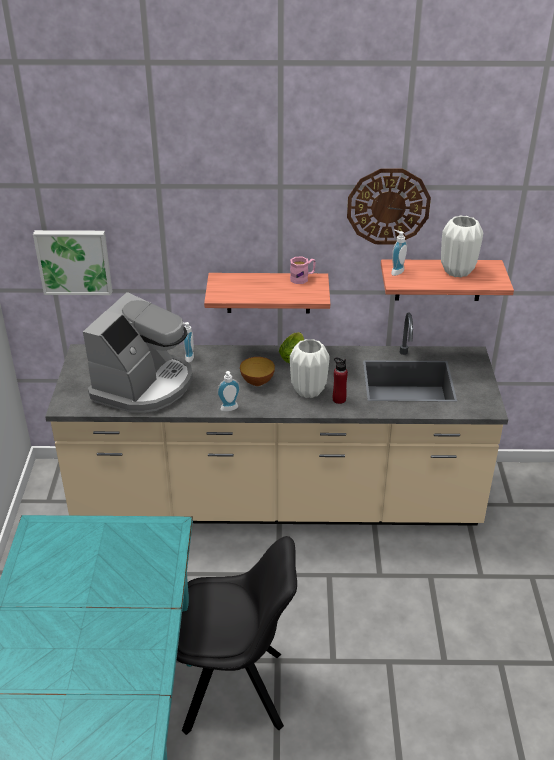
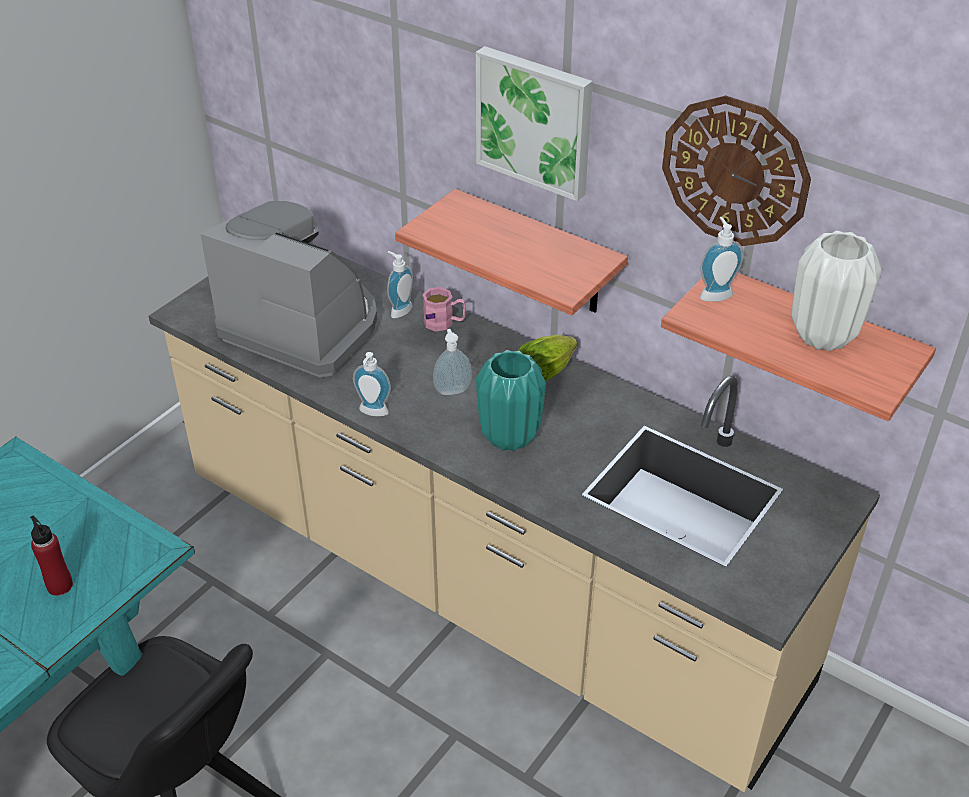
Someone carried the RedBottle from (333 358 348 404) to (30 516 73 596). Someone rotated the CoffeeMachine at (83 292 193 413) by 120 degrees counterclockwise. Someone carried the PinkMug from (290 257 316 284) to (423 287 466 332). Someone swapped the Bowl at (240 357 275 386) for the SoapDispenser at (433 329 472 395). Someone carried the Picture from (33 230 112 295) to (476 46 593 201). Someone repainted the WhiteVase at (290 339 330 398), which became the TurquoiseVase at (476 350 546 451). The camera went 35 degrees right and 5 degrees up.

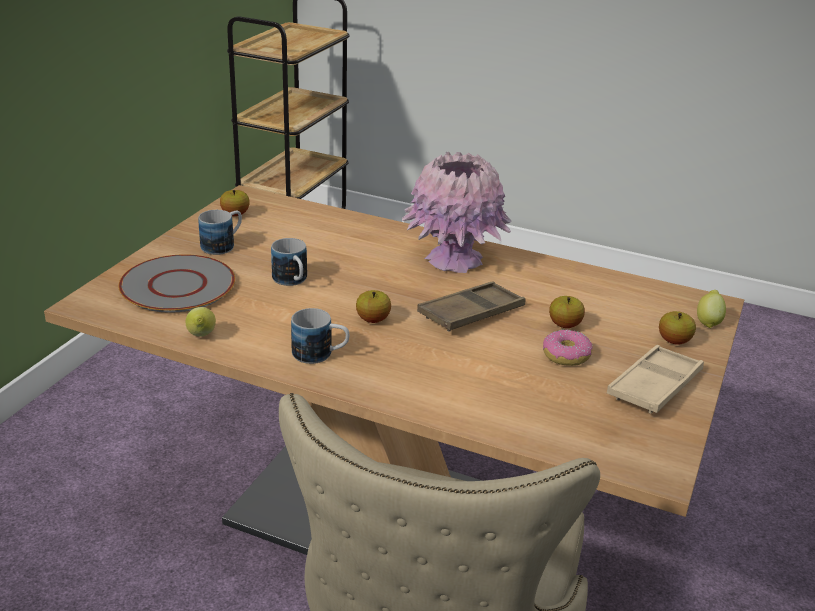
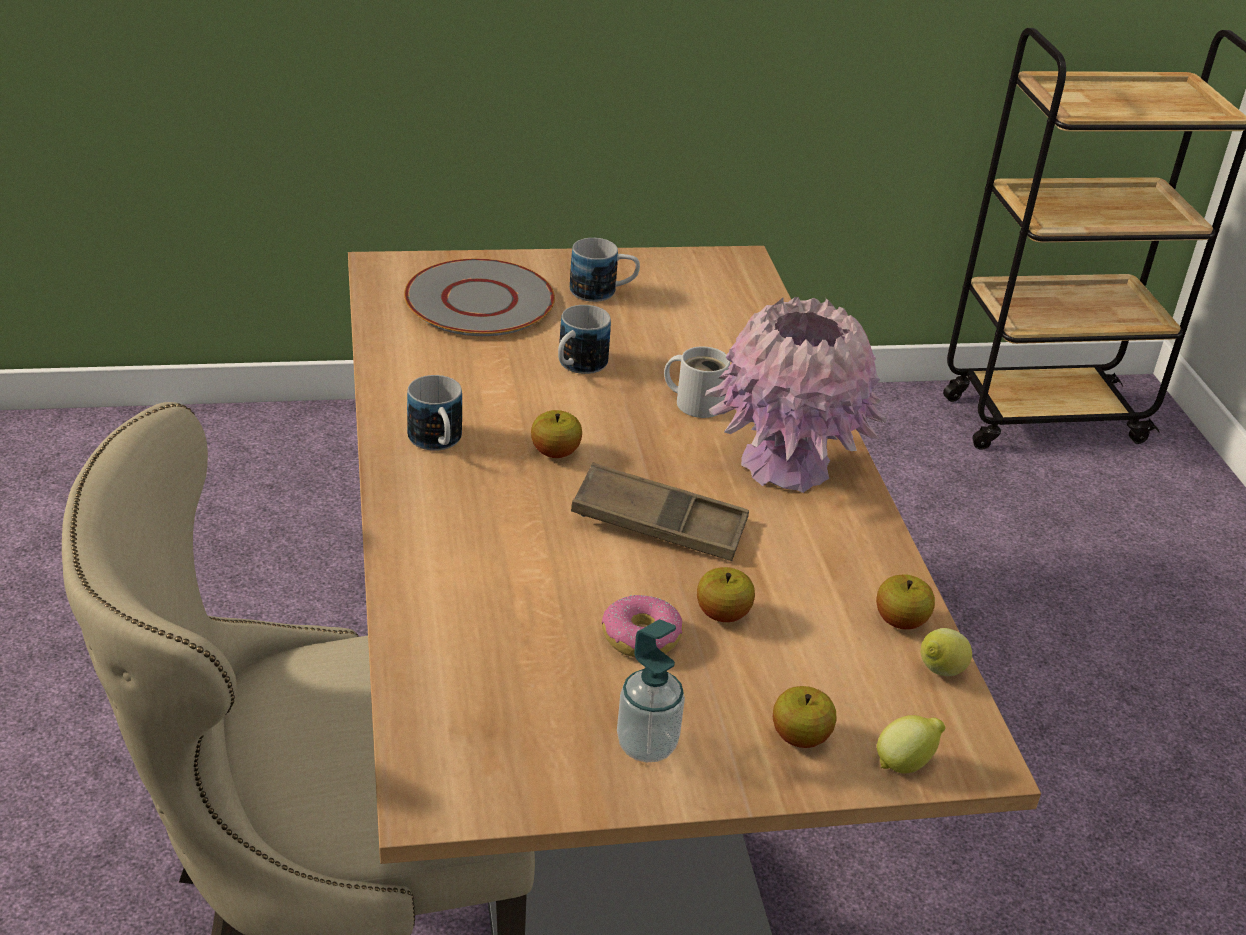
Someone swapped the BeigeTray at (607 345 704 414) for the SoapDispenser at (617 620 685 762). Someone put down the WhiteMug at (664 346 730 418). Someone carried the Apple from (220 190 249 216) to (876 575 935 629). Someone carried the Lemon from (186 307 216 337) to (920 628 972 676). The camera went 55 degrees right and 5 degrees up.

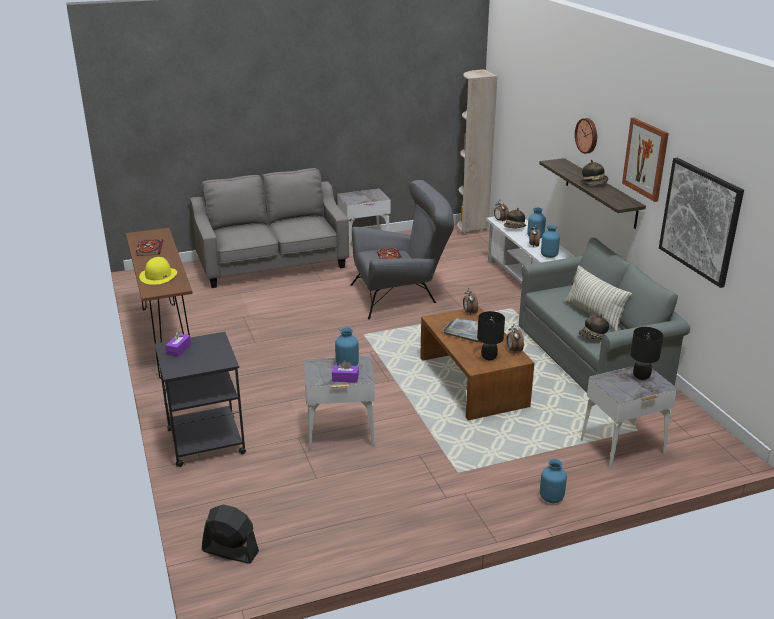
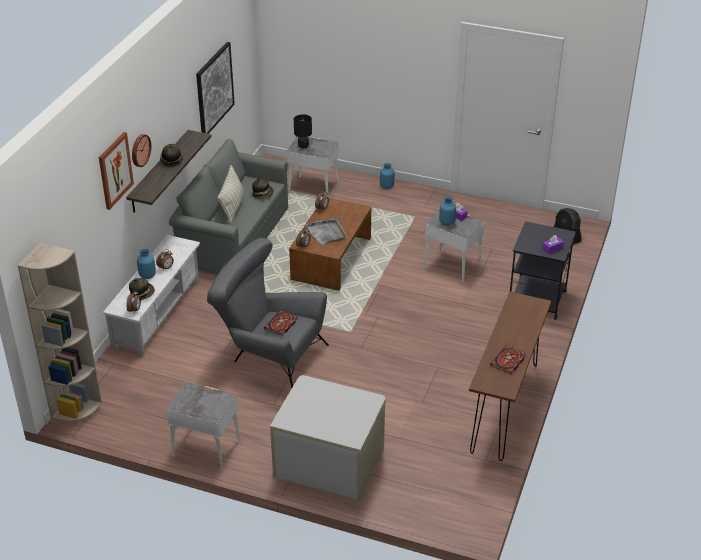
Someone carried the Picture from (622 118 669 202) to (99 132 134 210). Someone swapped the GreySofa at (190 168 349 288) for the BeigeNightstand at (270 375 386 501). Someone took away the YellowHat at (139 257 177 285). Someone took away the BlackTableLamp at (477 311 505 360). Someone took away the BlueVase at (541 225 560 258). The camera went 140 degrees left and 10 degrees up.

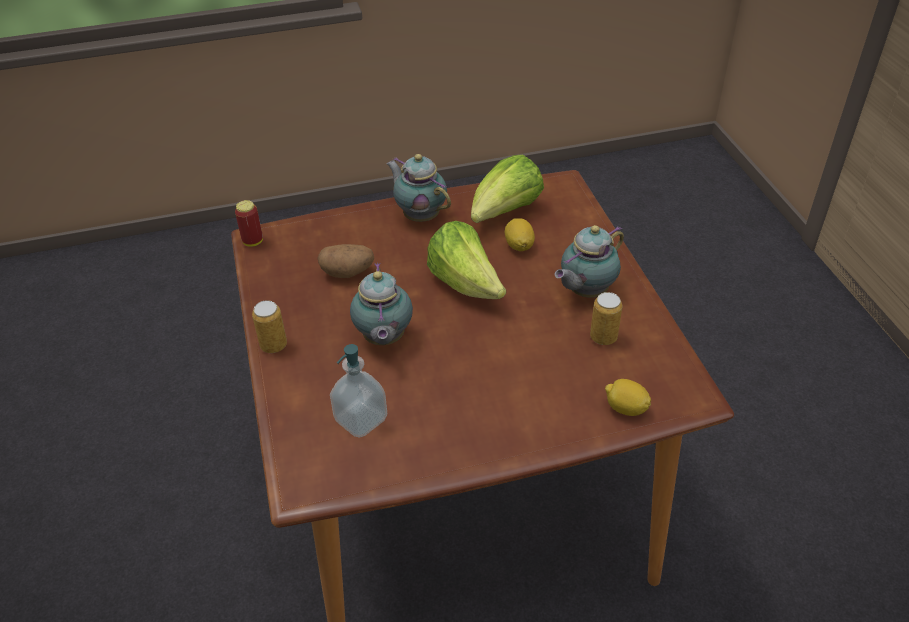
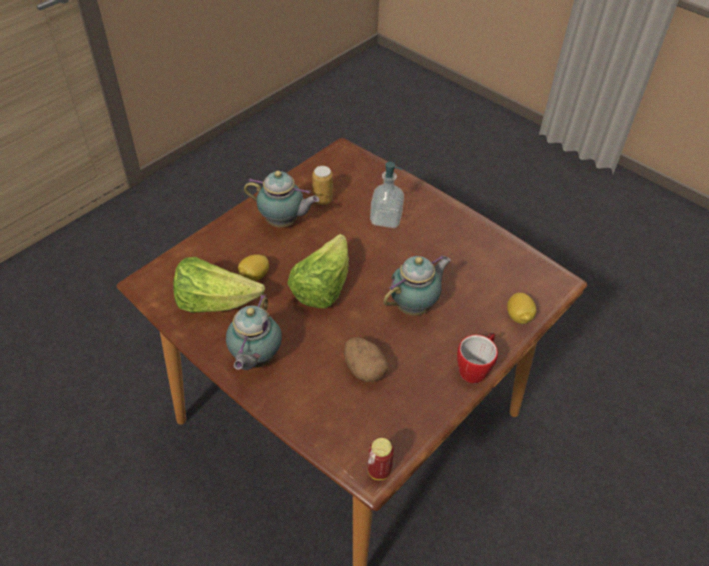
Someone carried the SoapDispenser from (330 344 387 438) to (370 162 404 228). Someone swapped the Can at (252 300 287 353) for the Mug at (457 333 498 383). Someone carried the Lemon from (605 379 651 416) to (507 293 536 324). The camera went 125 degrees left and 5 degrees up.

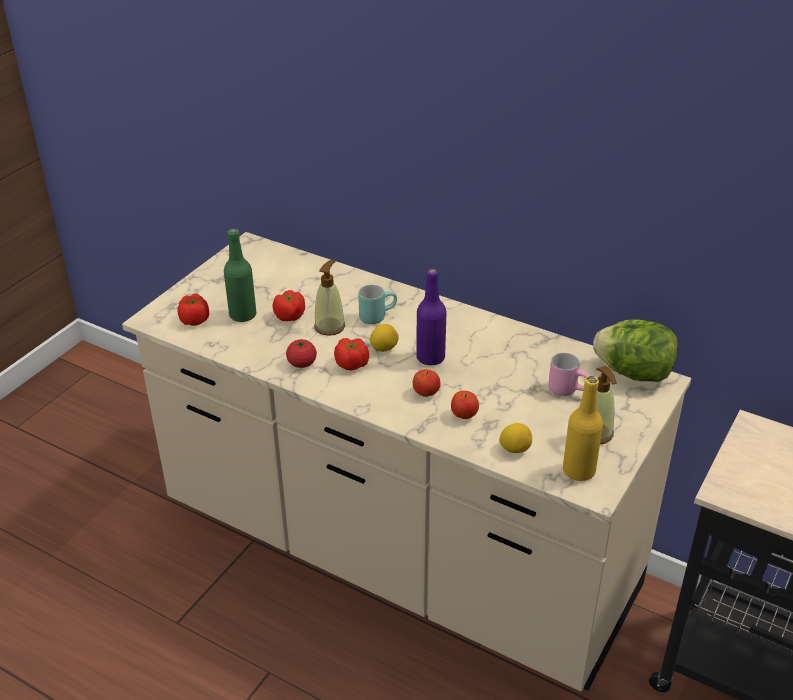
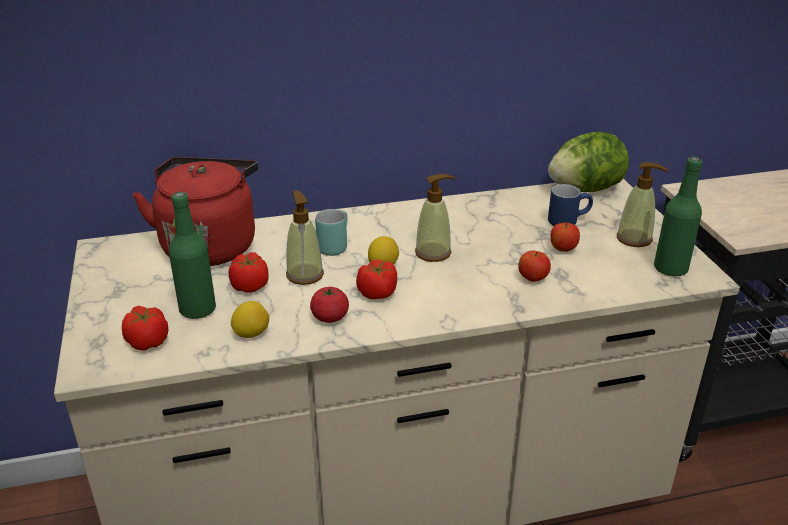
Someone put down the RedKettle at (132 157 258 266). Someone carried the Lemon from (499 423 532 453) to (231 301 269 338). Someone swapped the PurpleBottle at (416 268 447 366) for the SoapDispenser at (415 174 455 262). Someone repainted the PinkMug at (548 353 591 396), which became the BlueMug at (548 184 593 226). Someone carried the Apple from (413 369 441 397) to (550 223 580 252). Someone repainted the YellowBottle at (563 376 603 481), which became the GreenBottle at (654 157 702 277). The camera went 45 degrees left and 5 degrees down.

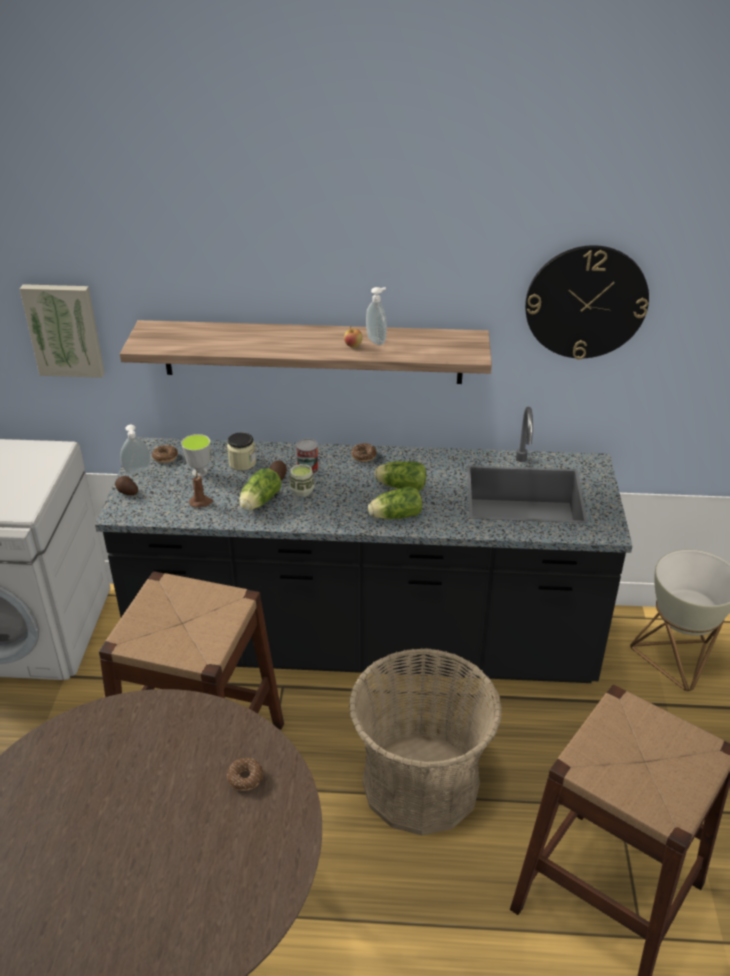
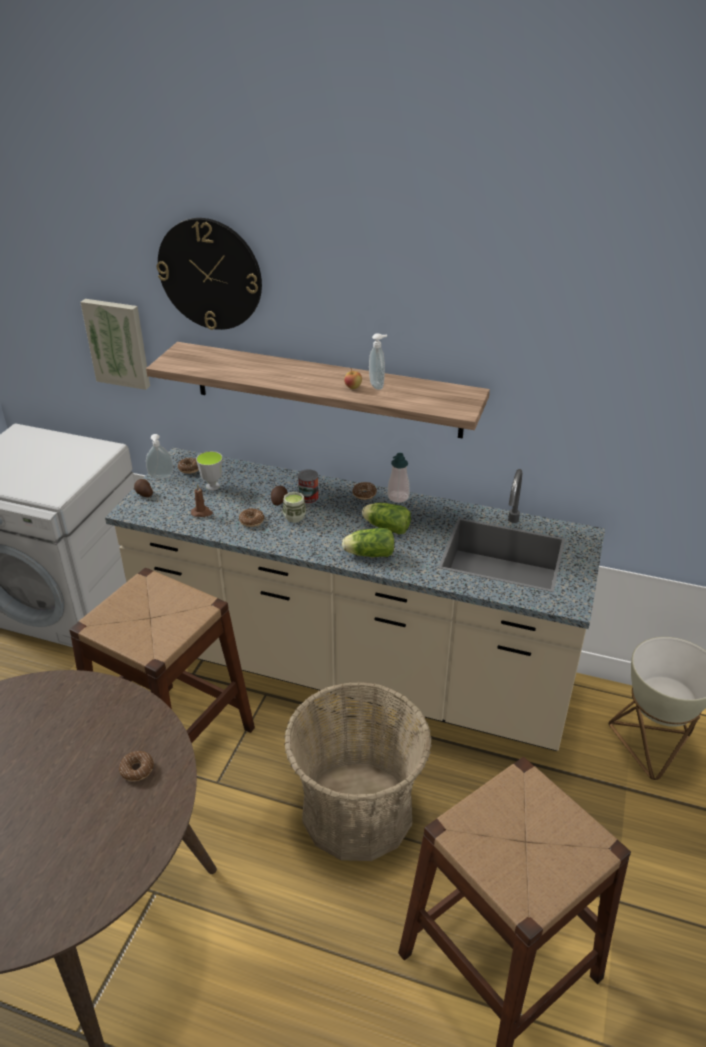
Someone repainted the BlackCounter at (95 407 632 683), which became the BeigeCounter at (105 447 605 751). Someone carried the WallClock from (525 245 649 360) to (157 218 262 330). Someone swapped the Lettuce at (239 469 281 511) for the Donut at (239 508 264 527). Someone put down the SoapDispenser at (387 453 410 503). Someone took away the Jar at (227 433 256 471). The camera went 15 degrees right and 0 degrees up.

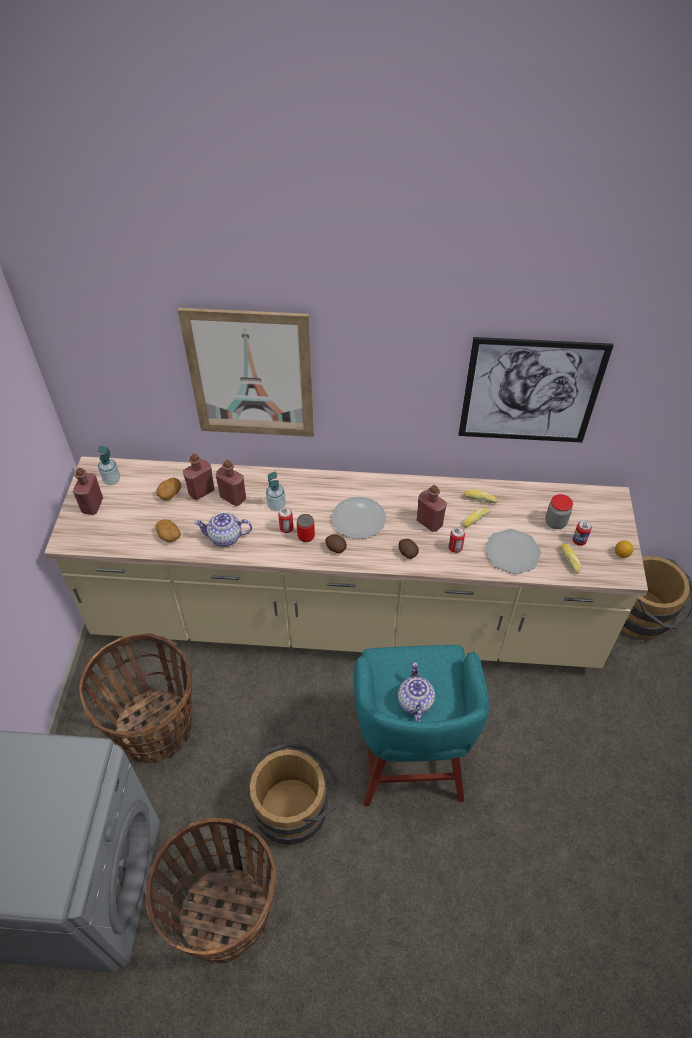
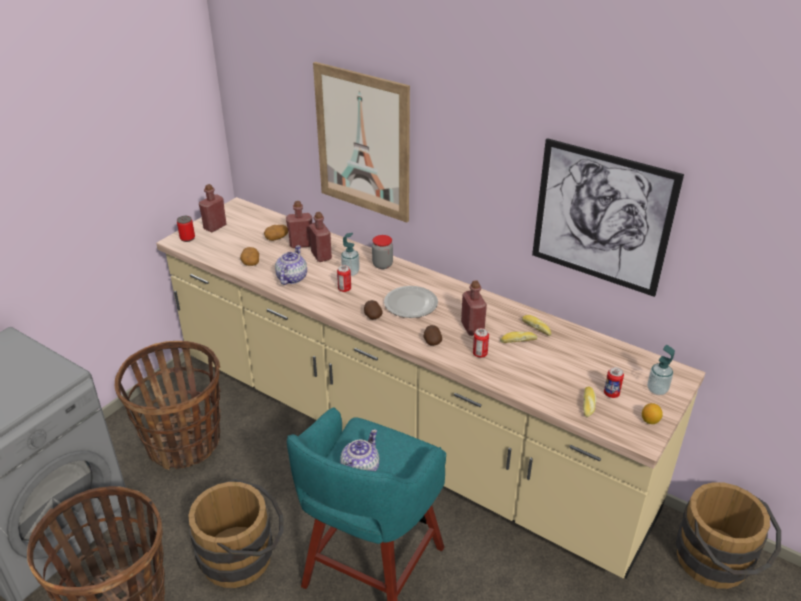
Someone carried the Can from (297 514 315 542) to (177 216 195 242). Someone rotated the Teapot at (194 512 252 547) by 75 degrees clockwise. Someone carried the Jar from (545 494 573 529) to (372 235 393 269). Someone carried the SoapDispenser from (98 446 120 485) to (647 345 675 395). Someone took away the Plate at (485 529 542 574). The camera went 30 degrees right and 15 degrees down.

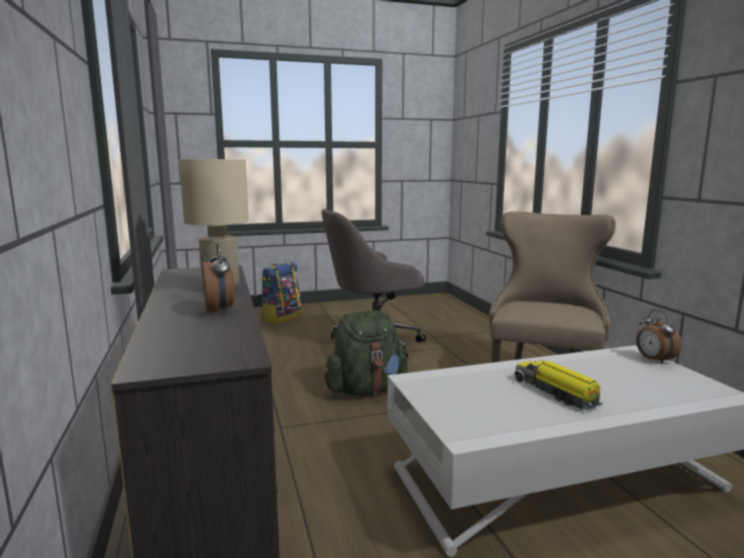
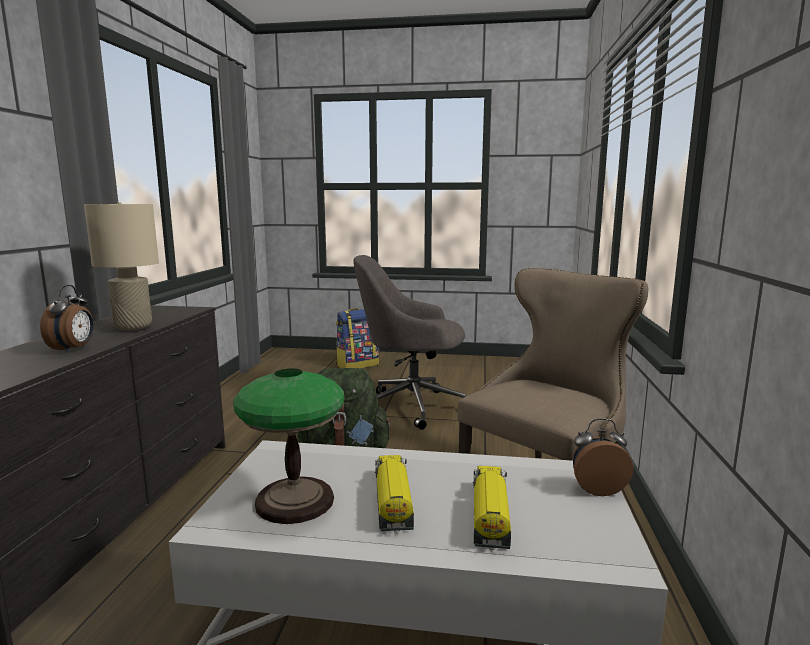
Someone put down the TableLamp at (233 369 345 524). Someone put down the ToyTruck at (473 466 511 550). Someone rotated the AlarmClock at (636 309 682 364) by 90 degrees clockwise. The camera went 25 degrees right and 0 degrees up.

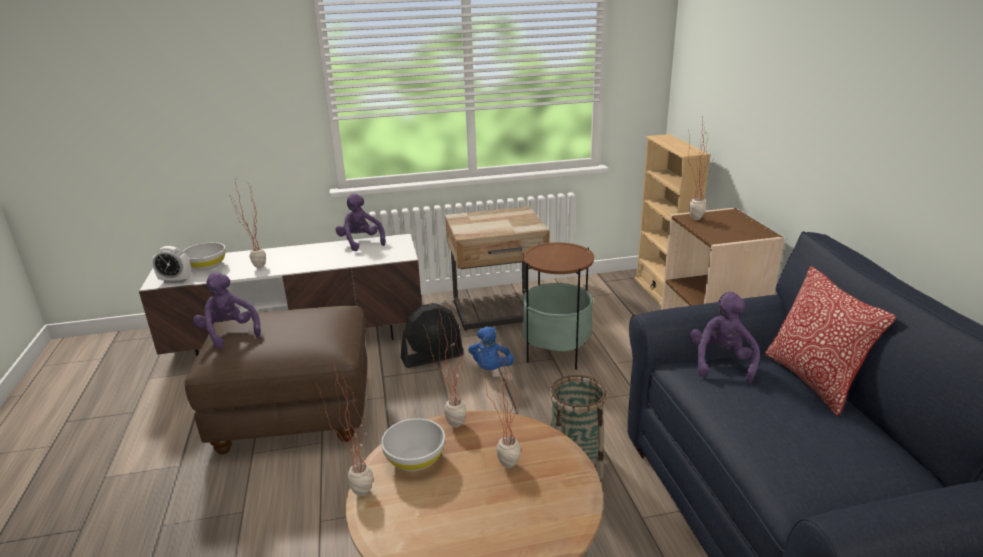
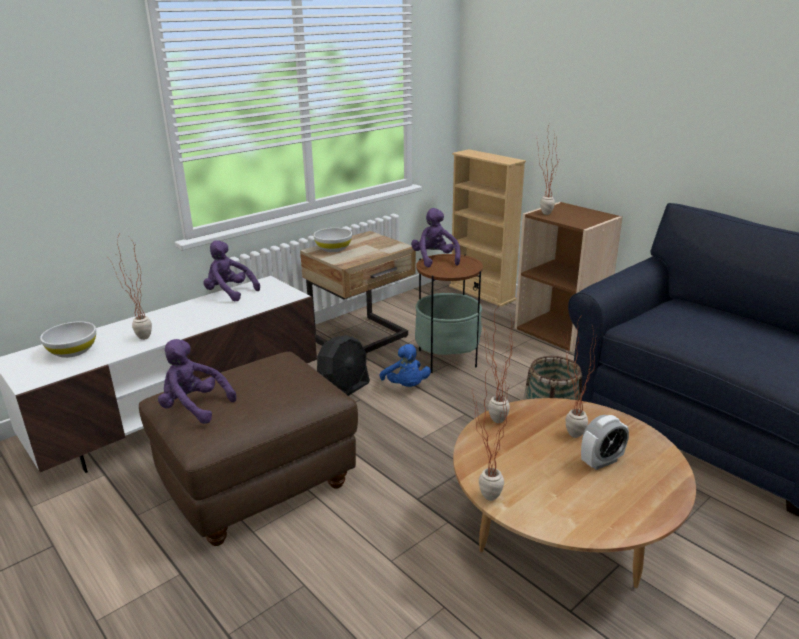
Someone carried the WhiteBowl from (381 418 445 471) to (313 228 352 252). Someone carried the PurplePlushToy from (690 292 760 383) to (411 208 461 268). Someone carried the AlarmClock from (152 246 191 283) to (581 415 629 470). Someone took away the Pillow at (765 266 896 416). The camera went 30 degrees left and 0 degrees up.

